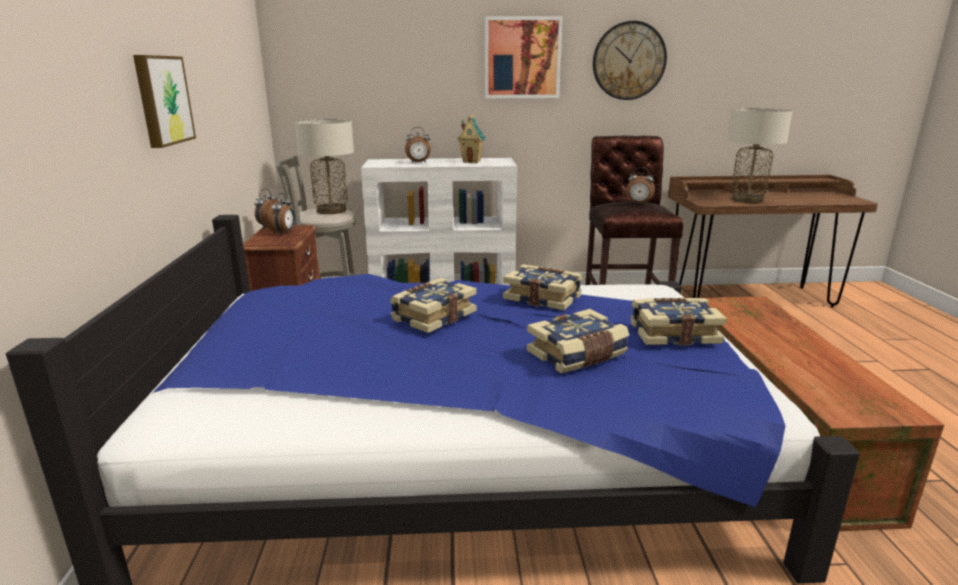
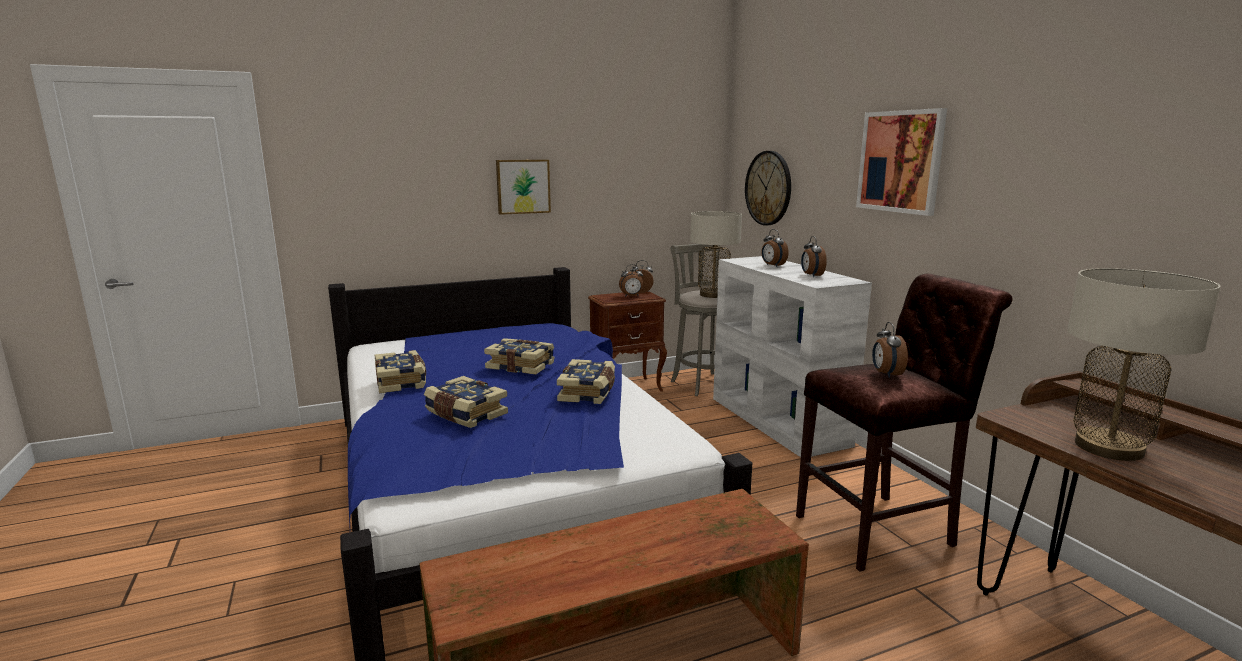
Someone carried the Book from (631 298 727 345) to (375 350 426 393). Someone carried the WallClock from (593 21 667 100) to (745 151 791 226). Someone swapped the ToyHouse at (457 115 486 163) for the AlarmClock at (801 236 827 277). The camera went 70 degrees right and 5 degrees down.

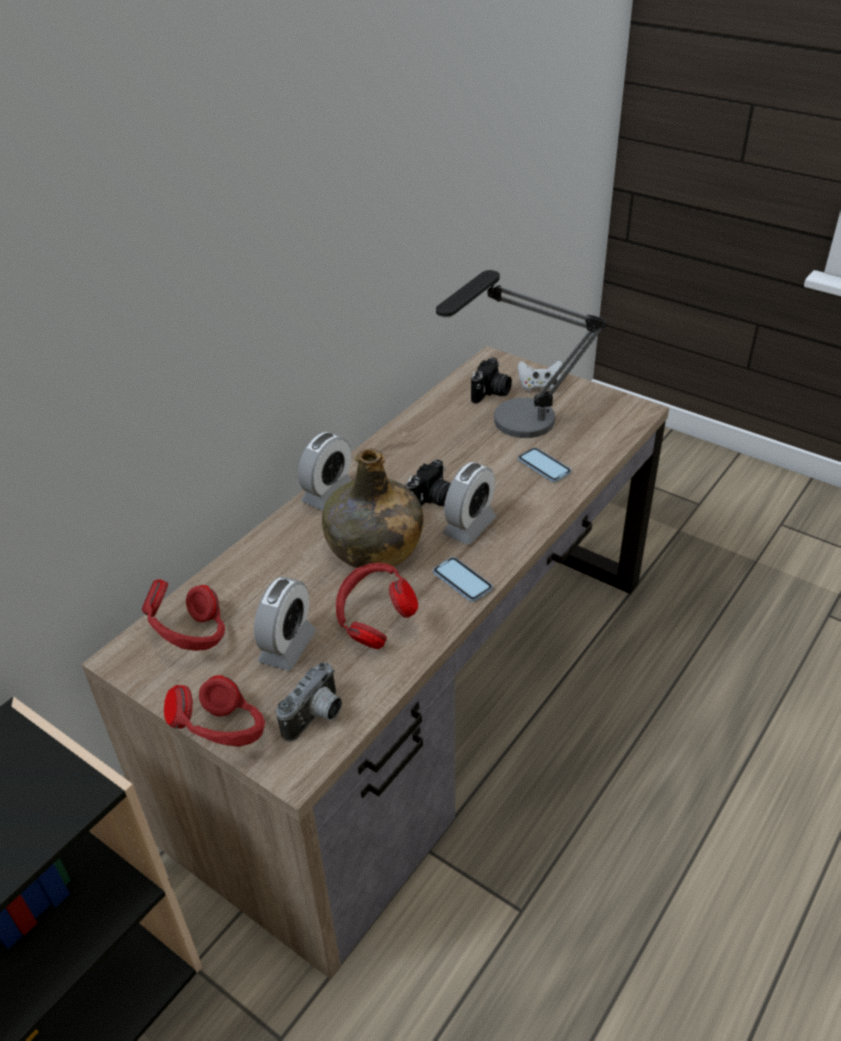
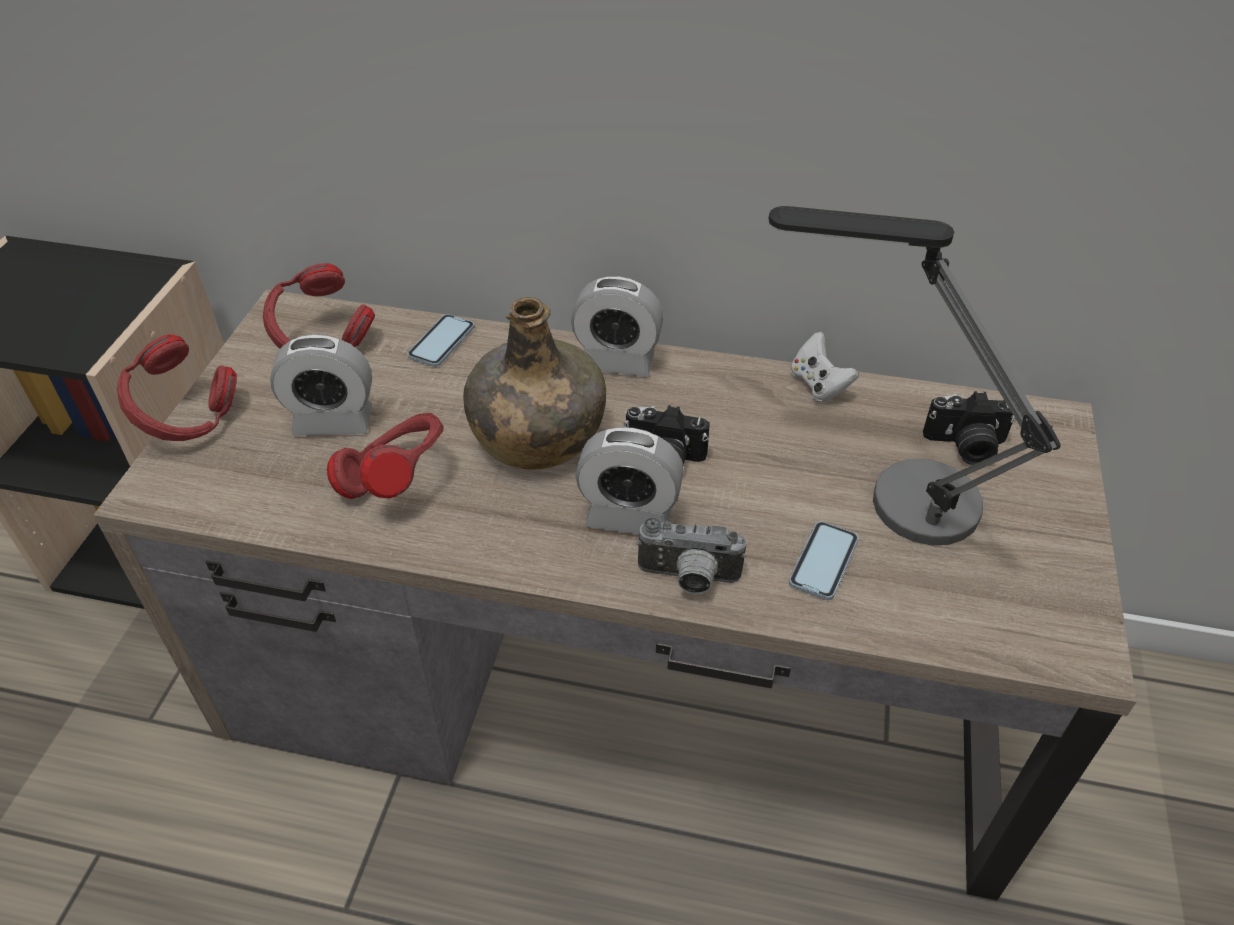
Someone carried the Phone from (433 557 493 602) to (407 314 474 367). Someone carried the PhotoCamera from (276 663 342 742) to (636 518 746 594). Someone carried the WhiteGameController from (518 360 562 391) to (791 332 859 402). The camera went 65 degrees right and 5 degrees up.

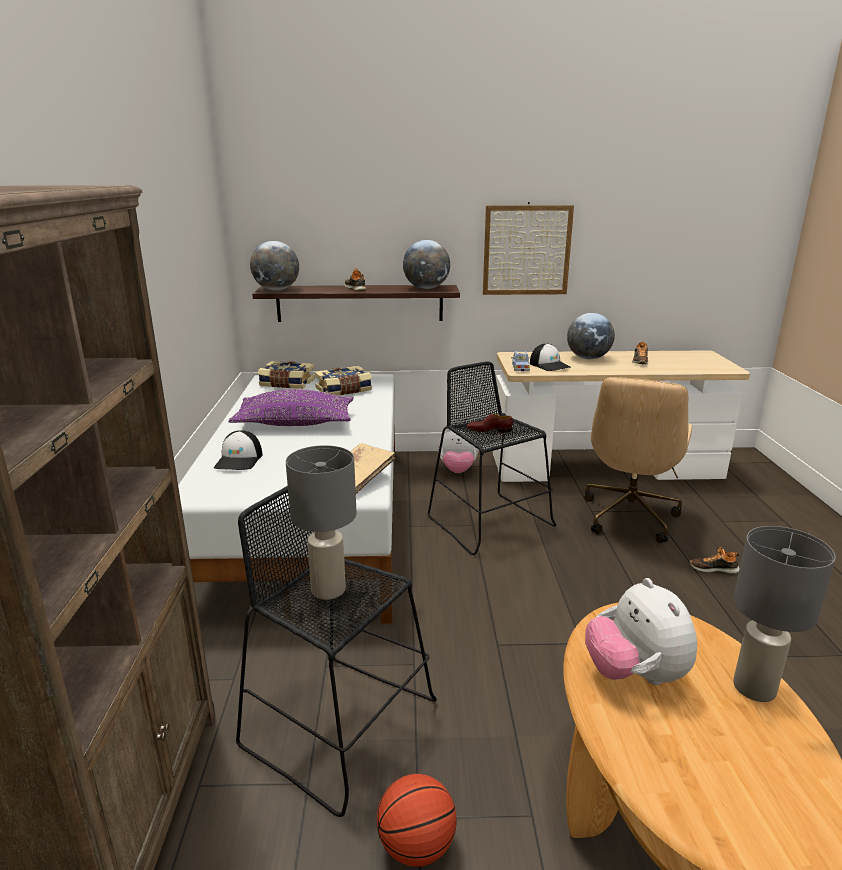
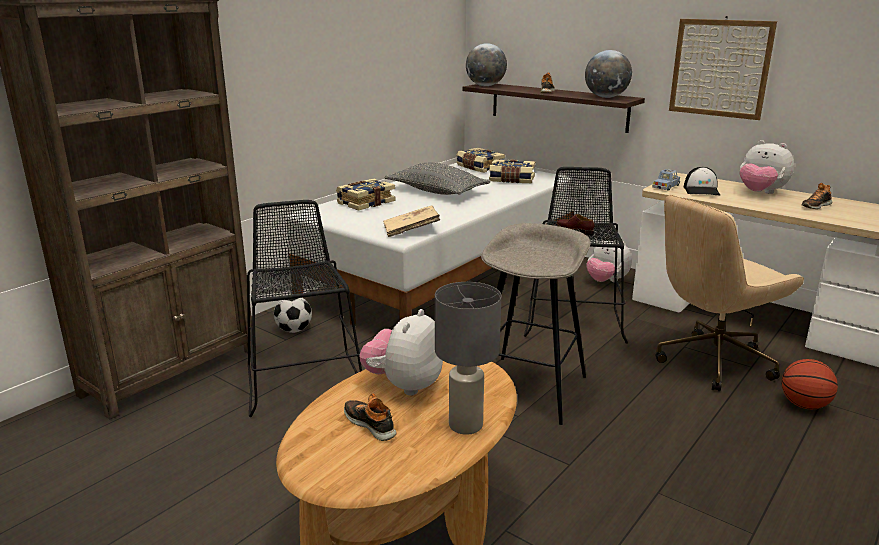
Someone put down the Football at (274 298 312 333). Someone swapped the Cap at (214 430 263 470) for the Book at (336 178 396 211). Someone carried the Shoe from (689 547 740 574) to (344 393 397 441). Someone repainted the PurplePillow at (228 389 354 426), which became the GreyPillow at (385 163 491 195). Someone put down the GreyStool at (481 223 591 425). Someone swapped the Globe at (567 313 615 359) for the PlushToy at (740 140 794 194). Someone carried the Basketball from (377 774 457 867) to (782 359 838 409). Someone took away the GreyTableLamp at (286 445 356 600). The camera went 40 degrees right and 0 degrees up.

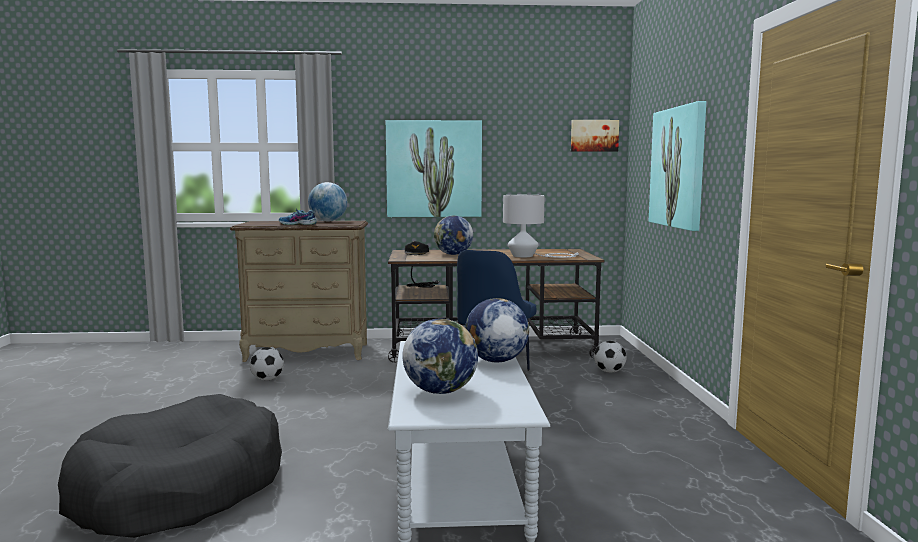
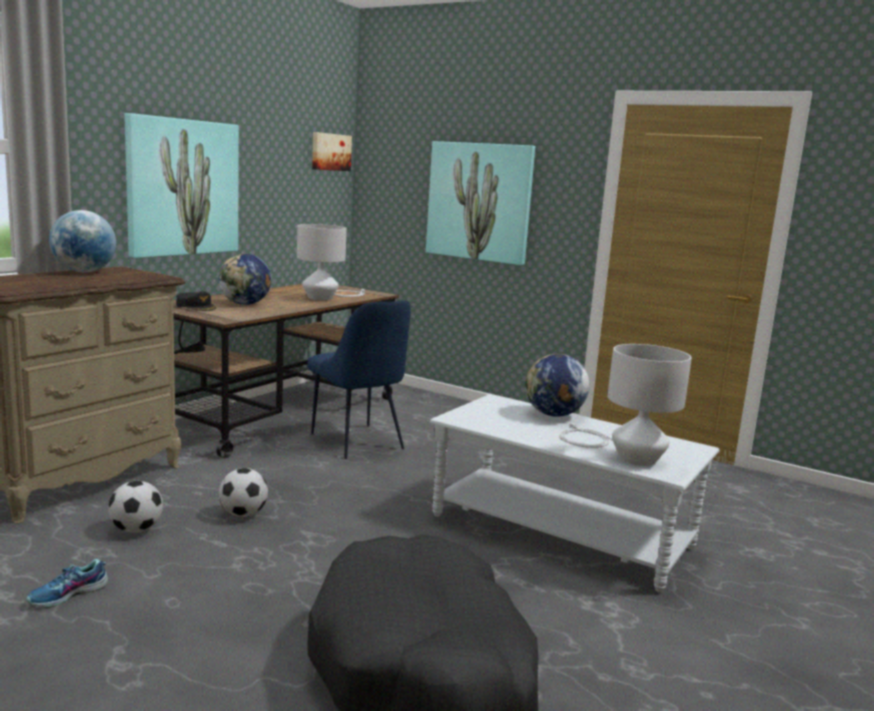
Someone carried the Shoe from (279 208 317 225) to (26 559 108 608). Someone carried the Football from (594 341 627 373) to (219 468 268 517). Someone swapped the Globe at (402 319 478 394) for the WhiteTableLamp at (559 344 692 466). The camera went 55 degrees left and 5 degrees up.

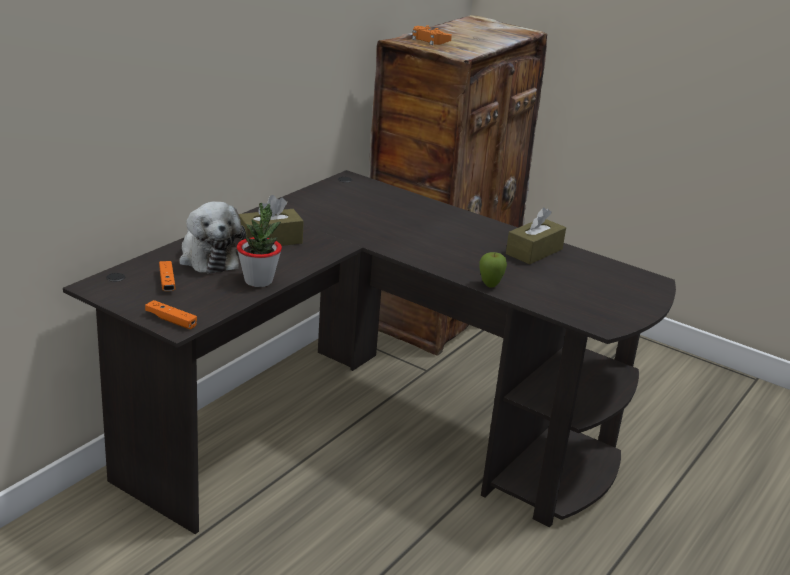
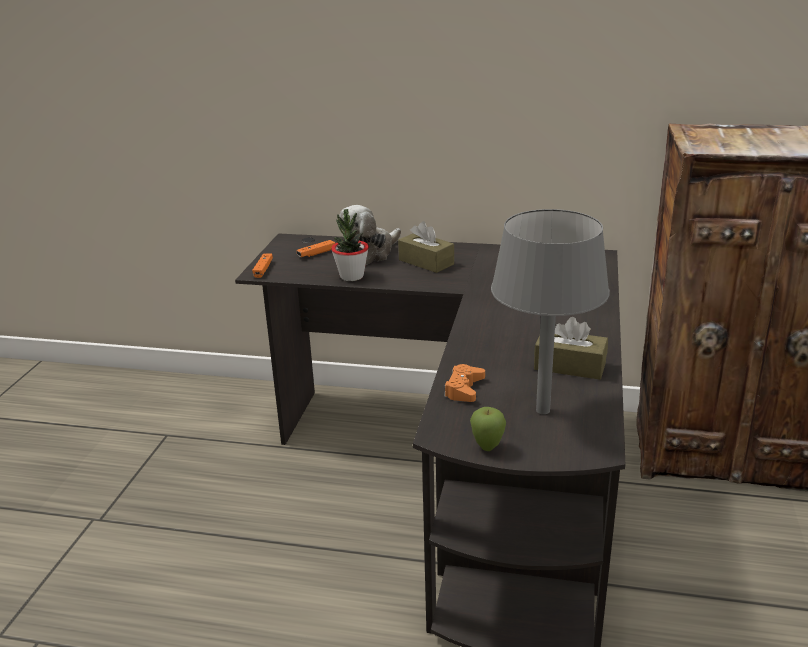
Someone carried the OrangeGameController from (412 25 452 45) to (444 364 485 402). Someone carried the Apple from (479 252 507 288) to (470 407 506 451). Someone put down the GreyTableLamp at (491 209 610 414). The camera went 70 degrees right and 0 degrees up.

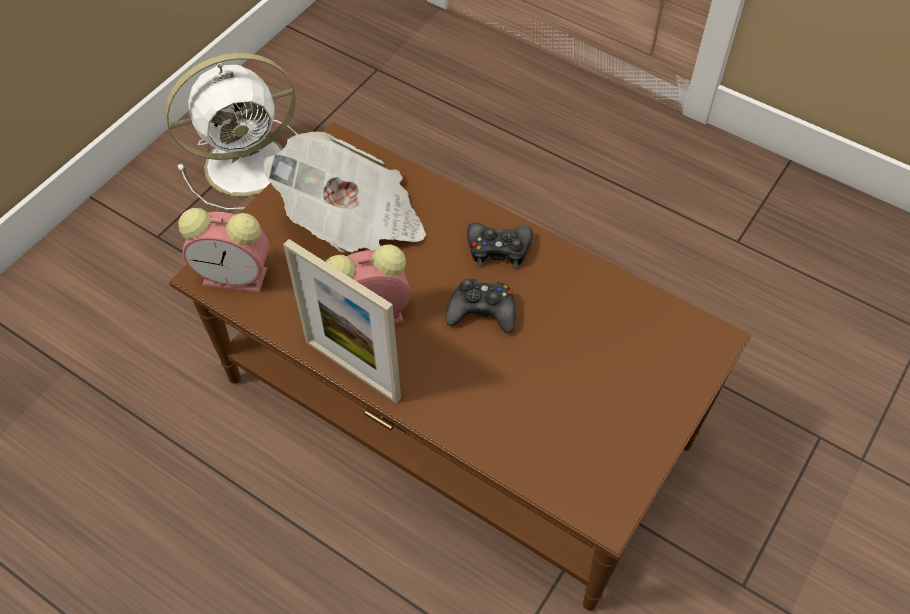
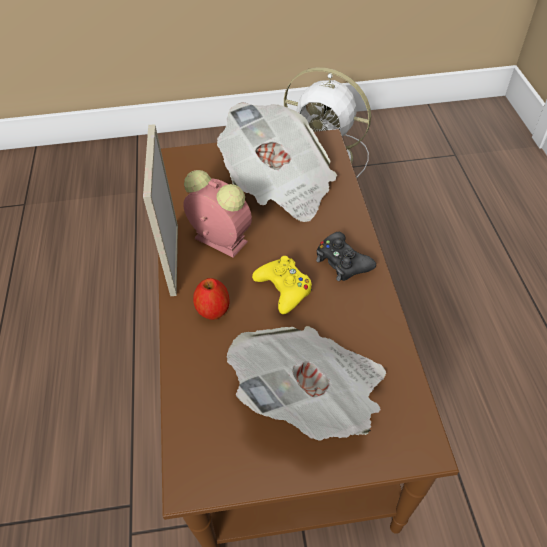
Someone put down the Apple at (193 278 230 320). Someone put down the Newspaper at (227 326 386 441). Someone repainted the BlackGameController at (446 279 516 334), which became the YellowGameController at (252 256 312 314). Someone took away the AlarmClock at (178 208 269 292). The camera went 50 degrees right and 5 degrees down.

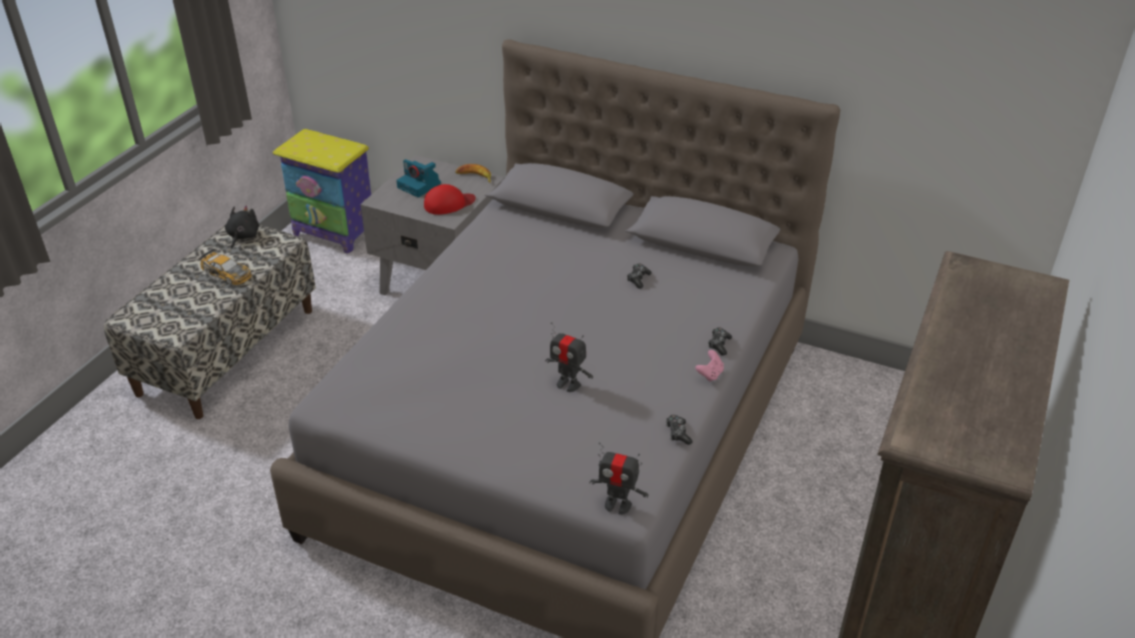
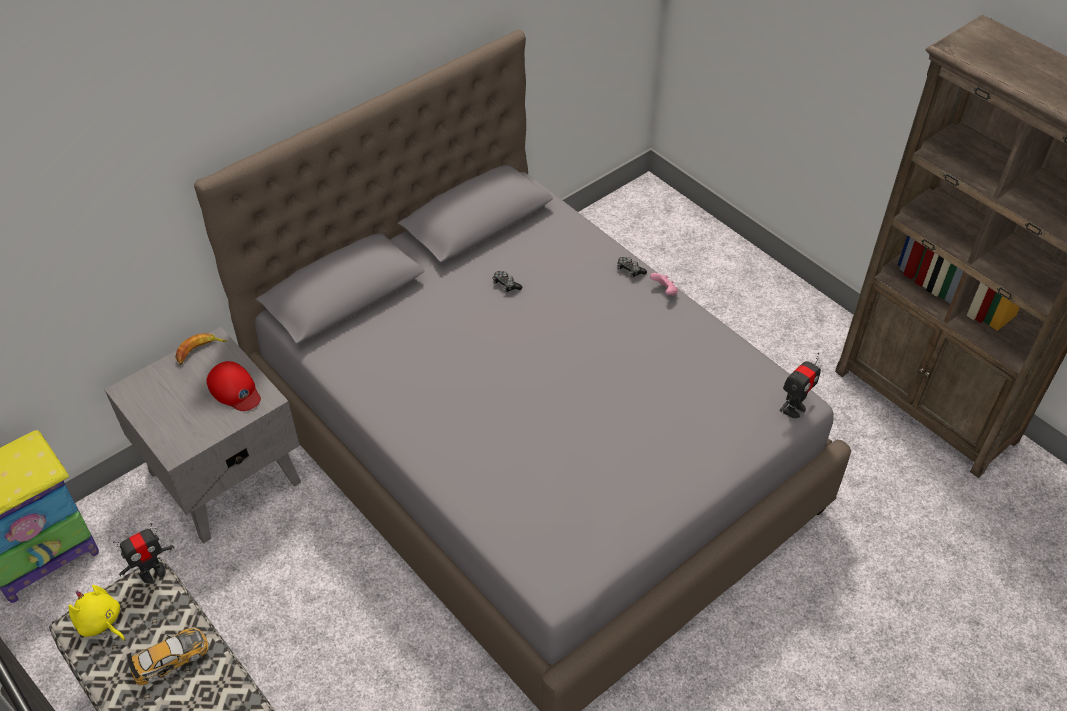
Someone repainted the BlackPlushToy at (225 205 259 249), which became the YellowPlushToy at (69 585 125 641). Someone carried the ToyRobot from (545 322 593 392) to (113 523 174 584). Someone rotated the RedCap at (424 184 476 215) by 135 degrees clockwise. Someone took away the PhotoCamera at (396 159 441 197). Someone took away the GameController at (666 415 692 445). The camera went 65 degrees left and 10 degrees up.

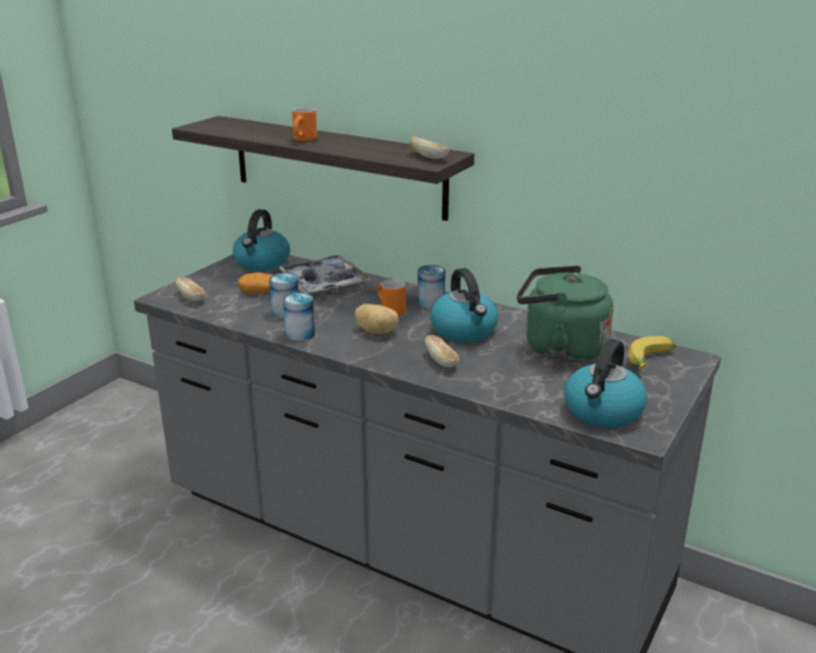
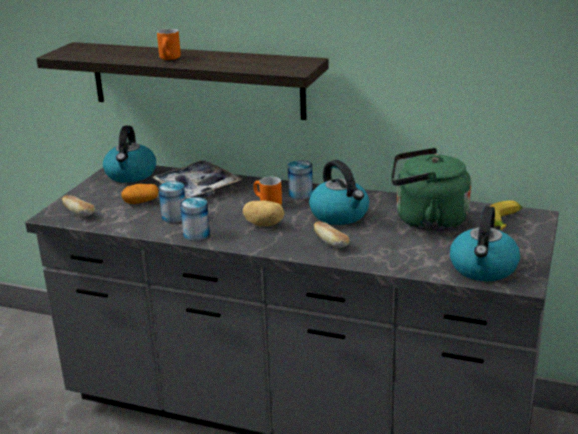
Someone took away the Bread at (410 136 449 159). The camera went 10 degrees left and 0 degrees up.

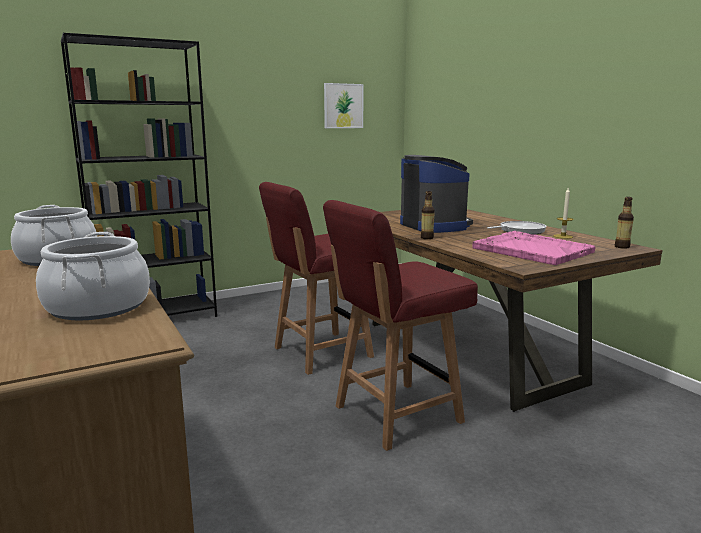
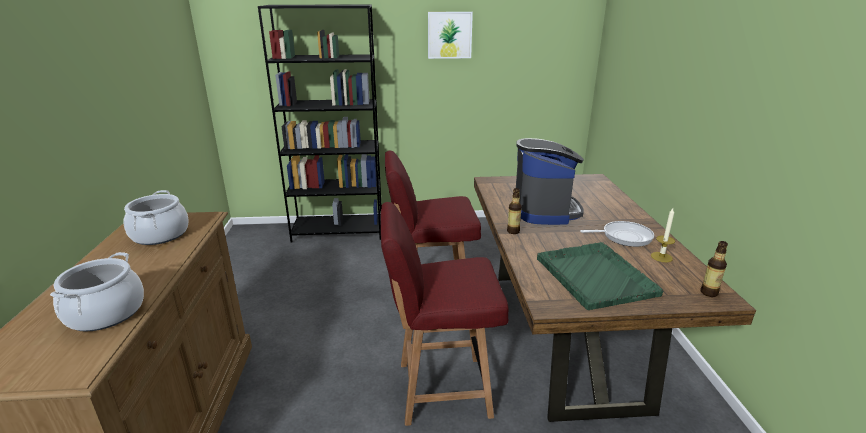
Someone carried the Picture from (324 83 364 128) to (428 12 473 59). Someone repainted the PinkTray at (473 231 596 265), which became the GreenTray at (537 242 663 310). The camera went 25 degrees right and 10 degrees up.

